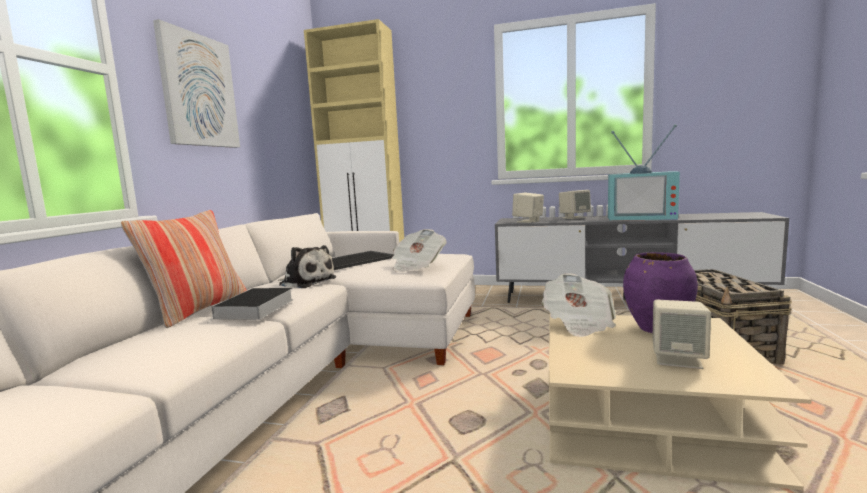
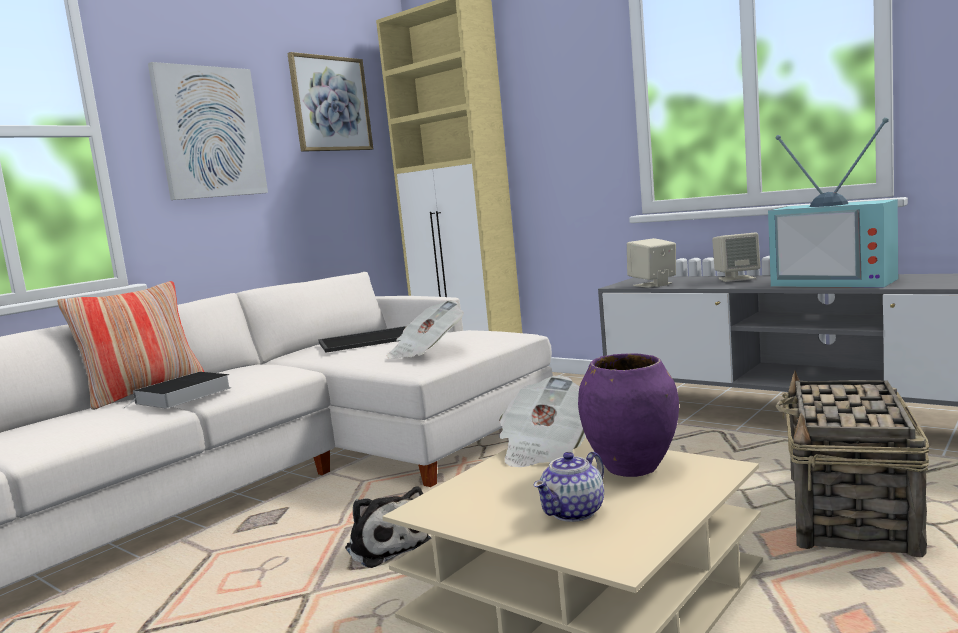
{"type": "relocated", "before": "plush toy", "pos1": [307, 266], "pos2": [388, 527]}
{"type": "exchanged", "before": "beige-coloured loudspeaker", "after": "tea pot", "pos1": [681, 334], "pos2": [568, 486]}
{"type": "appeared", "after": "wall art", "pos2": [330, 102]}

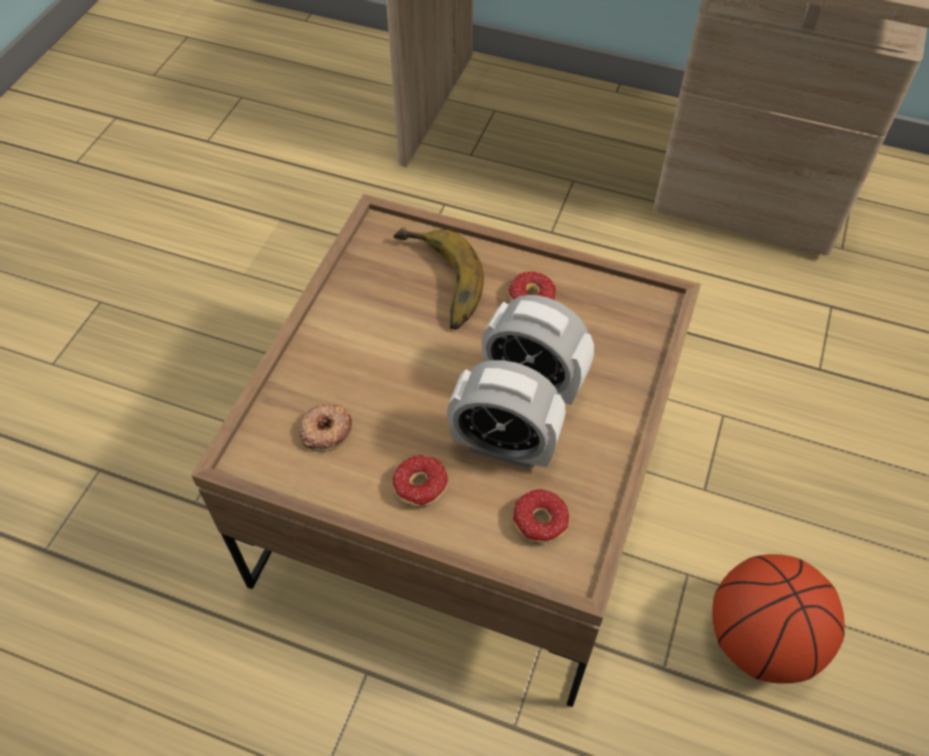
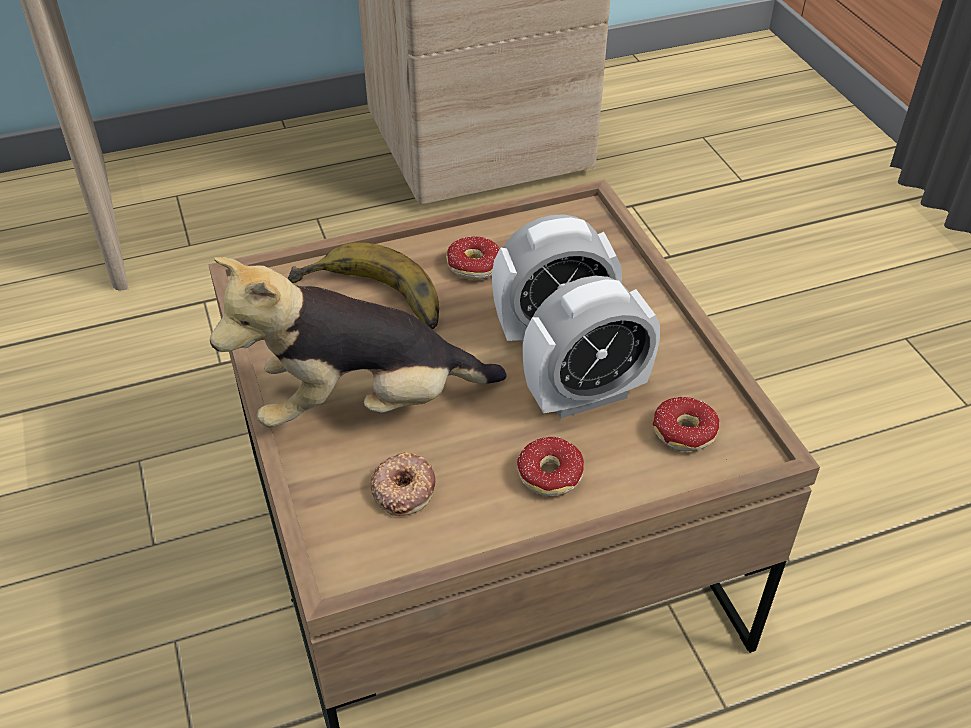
{"type": "missing", "before": "ball for basketball", "pos1": [778, 619]}
{"type": "appeared", "after": "plush toy", "pos2": [358, 342]}

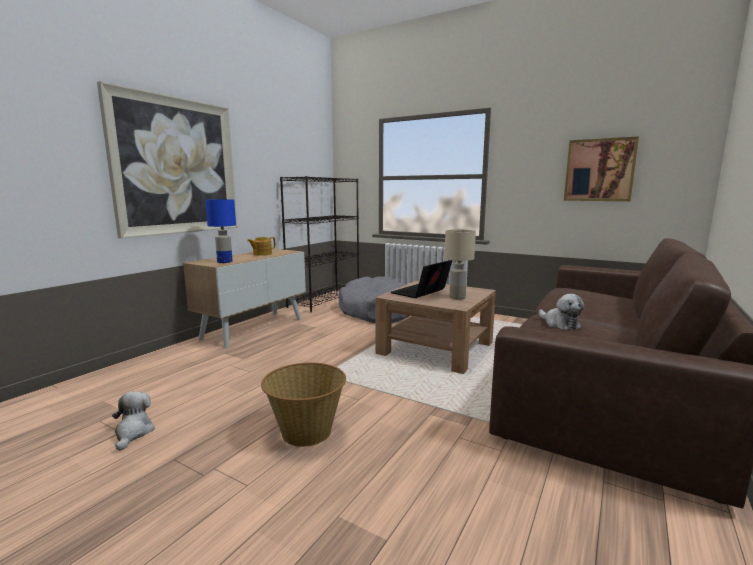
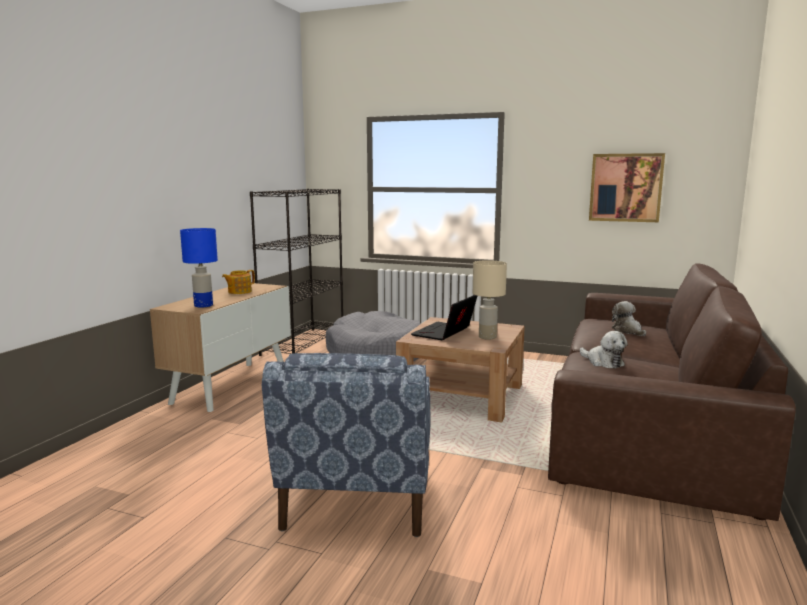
{"type": "missing", "before": "wall art", "pos1": [167, 160]}
{"type": "relocated", "before": "plush toy", "pos1": [133, 421], "pos2": [629, 318]}
{"type": "exchanged", "before": "storage basket", "after": "blue-coloured lounge chair", "pos1": [303, 404], "pos2": [346, 445]}

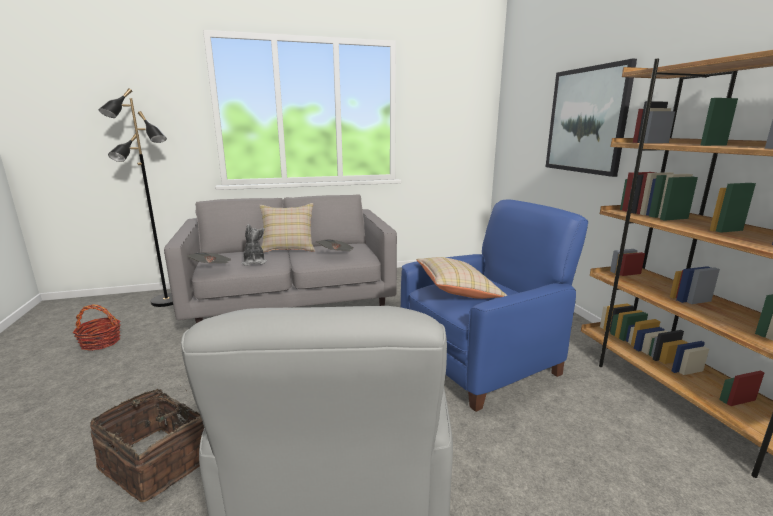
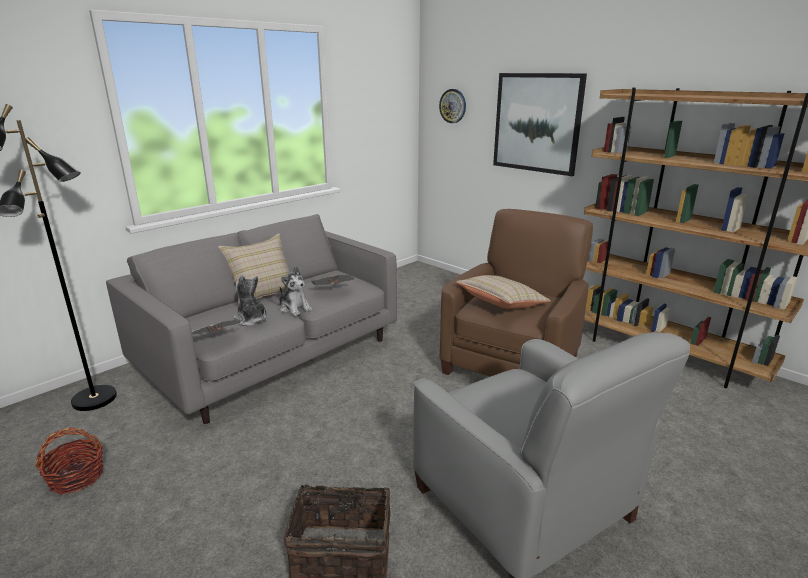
{"type": "colour", "before": "blue-coloured lounge chair", "after": "brownish lounge chair", "pos1": [494, 305], "pos2": [516, 293]}
{"type": "appeared", "after": "plush toy", "pos2": [295, 291]}
{"type": "appeared", "after": "clock on the wall", "pos2": [452, 106]}

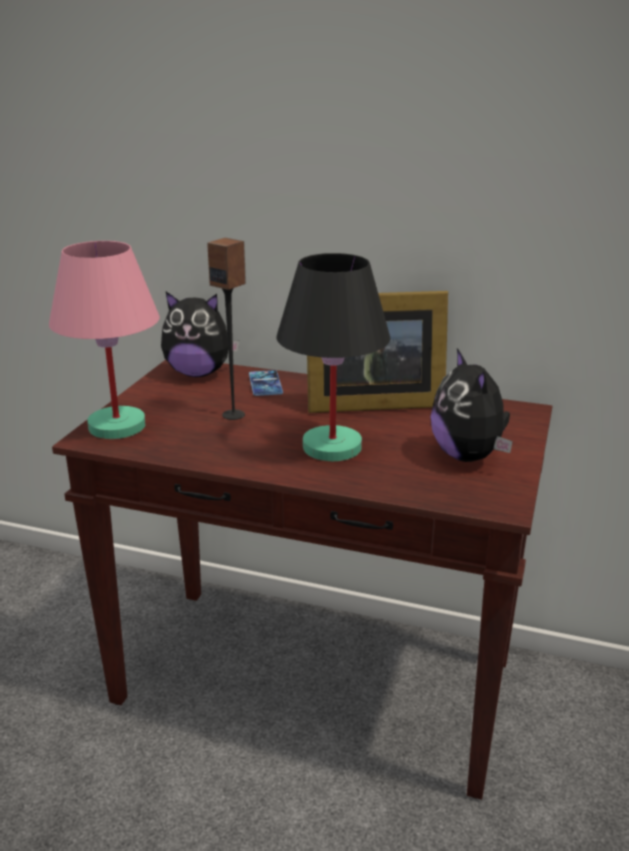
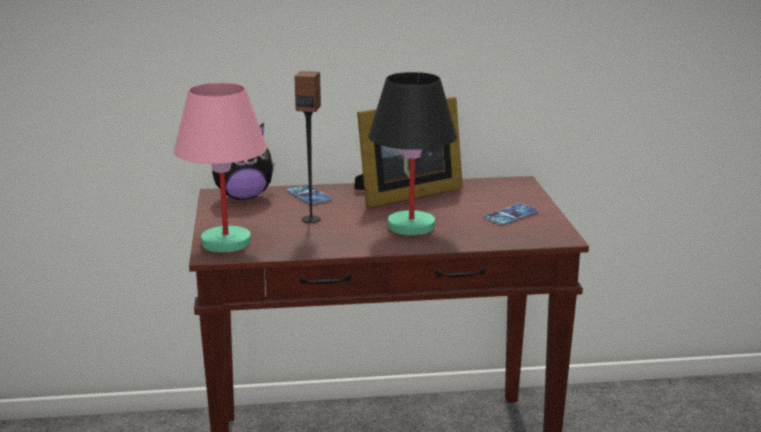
{"type": "exchanged", "before": "plush toy", "after": "telephone", "pos1": [472, 405], "pos2": [511, 214]}

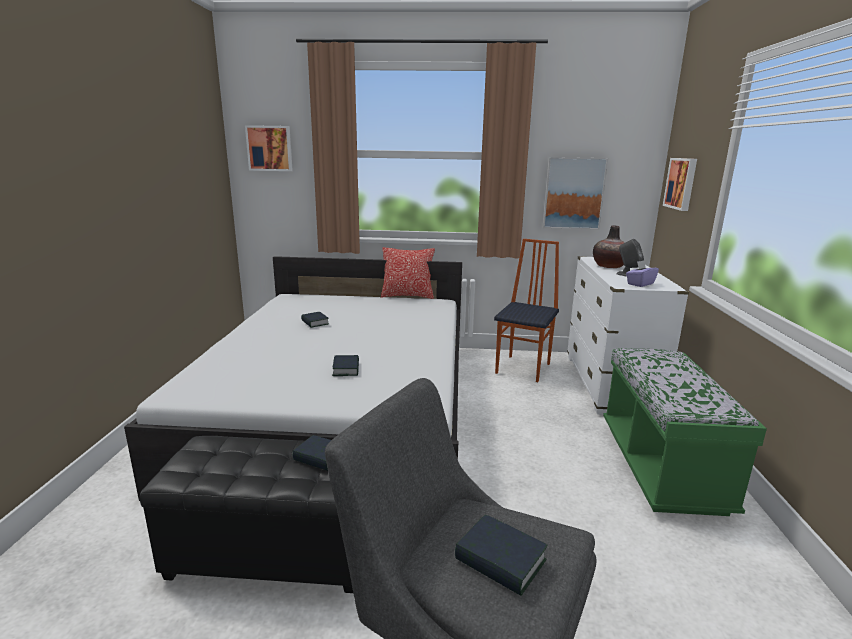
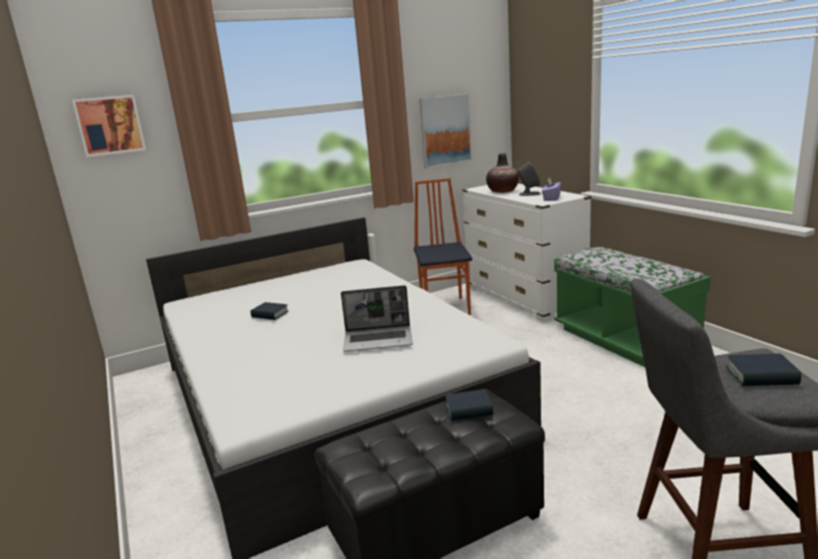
{"type": "exchanged", "before": "volume", "after": "laptop", "pos1": [345, 365], "pos2": [377, 318]}
{"type": "missing", "before": "cushion", "pos1": [408, 273]}
{"type": "missing", "before": "wall art", "pos1": [680, 184]}

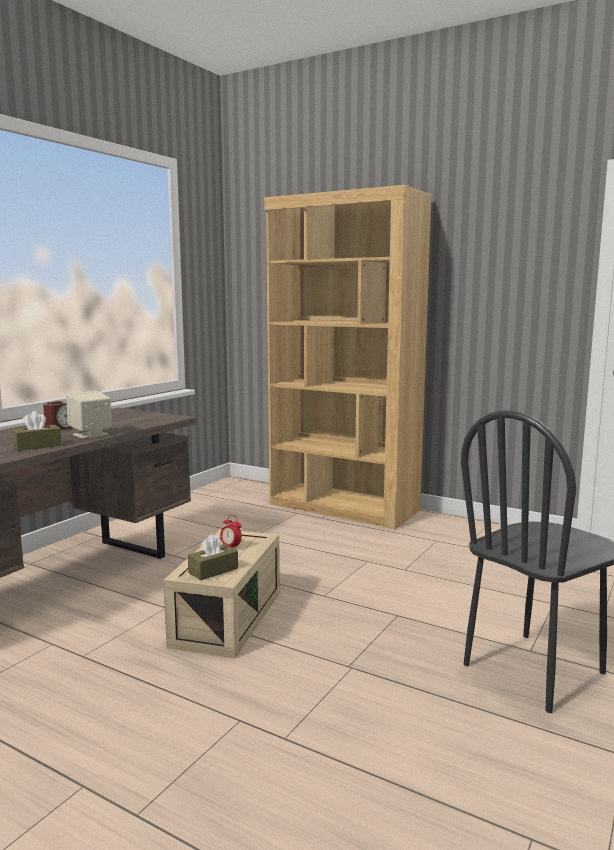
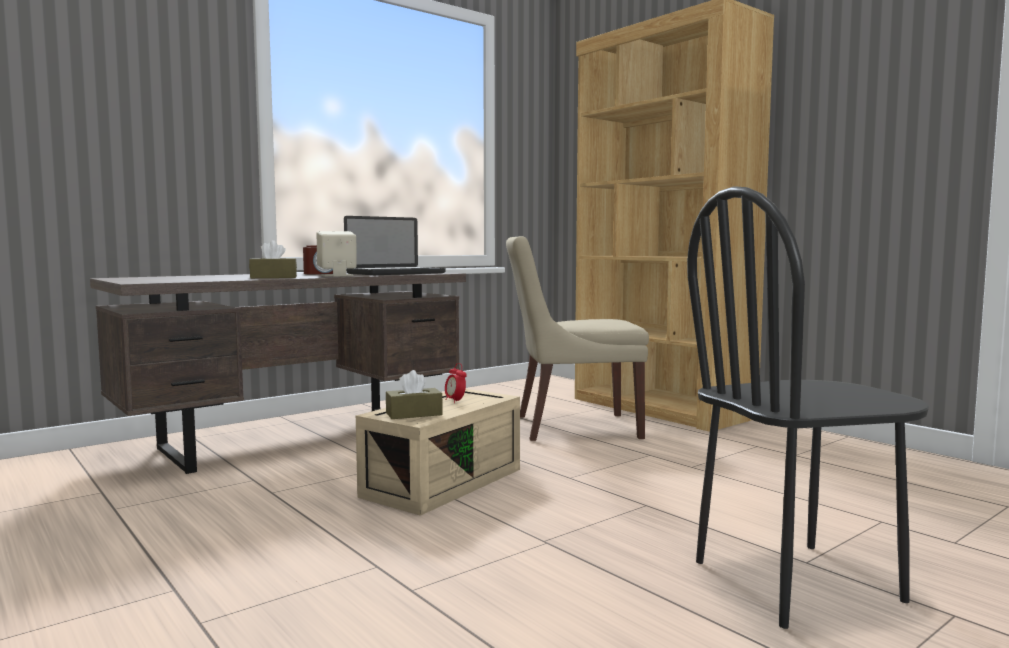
{"type": "appeared", "after": "laptop", "pos2": [395, 245]}
{"type": "appeared", "after": "beige-coloured plain chair", "pos2": [577, 338]}

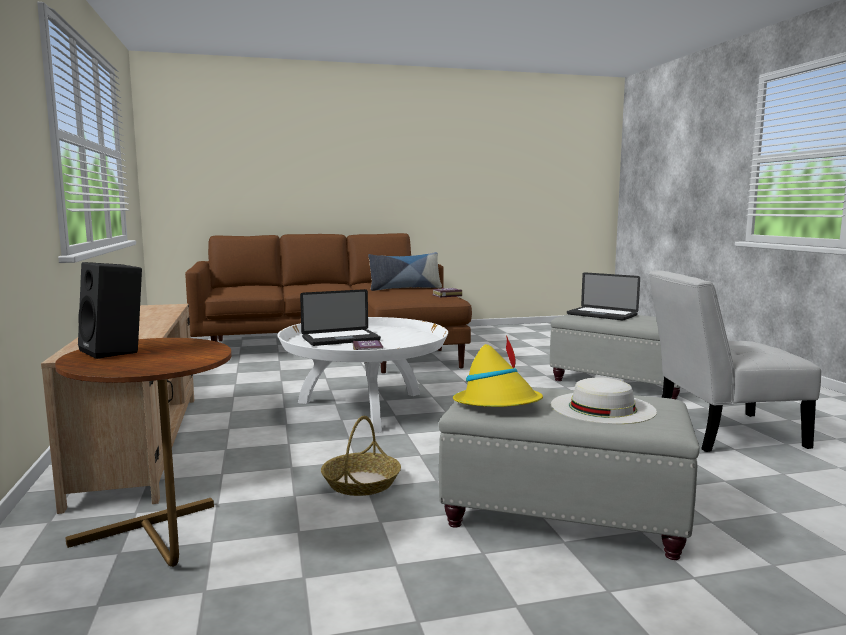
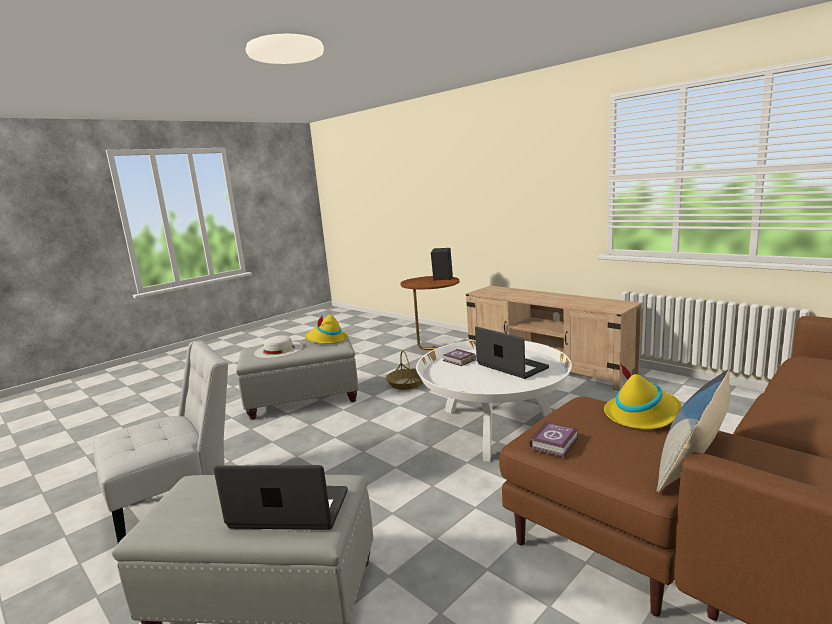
{"type": "spun", "before": "laptop", "pos1": [340, 317], "pos2": [512, 353], "turn": 105}
{"type": "appeared", "after": "yellow wearable hat", "pos2": [642, 396]}

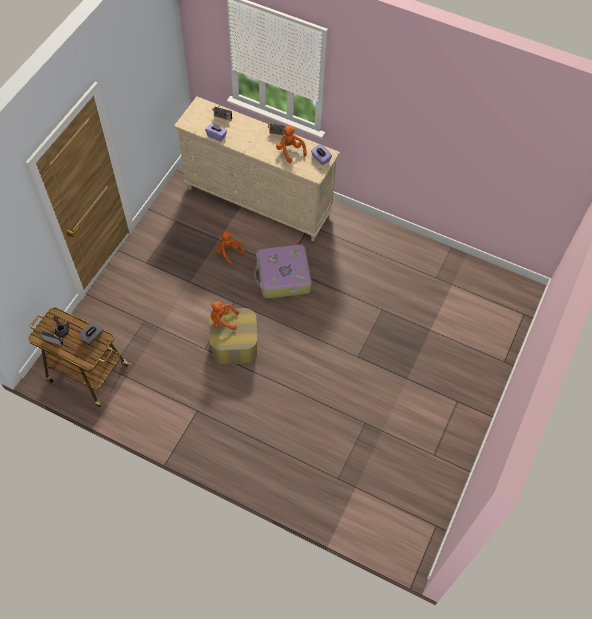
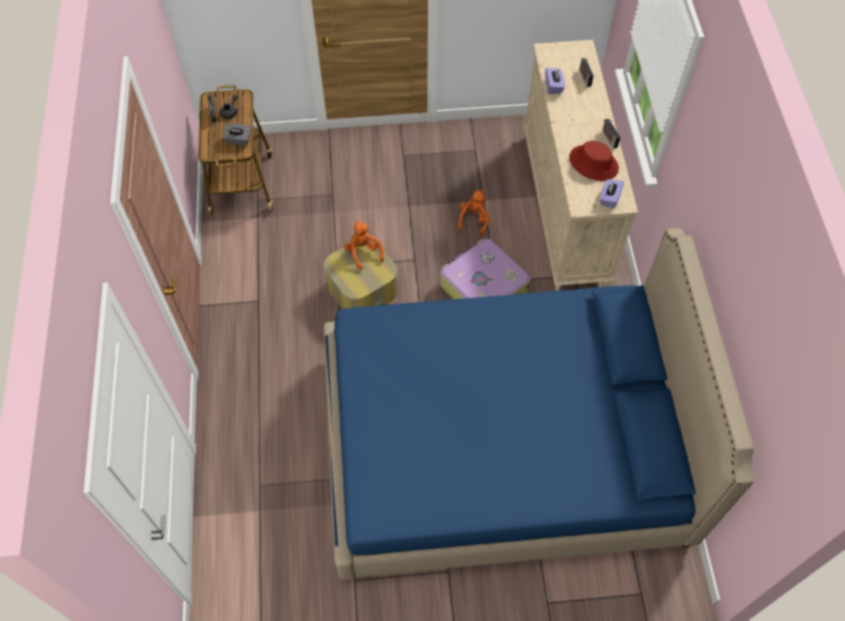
{"type": "exchanged", "before": "orangey plush toy", "after": "reddish wearable hat", "pos1": [291, 144], "pos2": [594, 161]}
{"type": "appeared", "after": "blue-coloured bedroom bed", "pos2": [538, 404]}

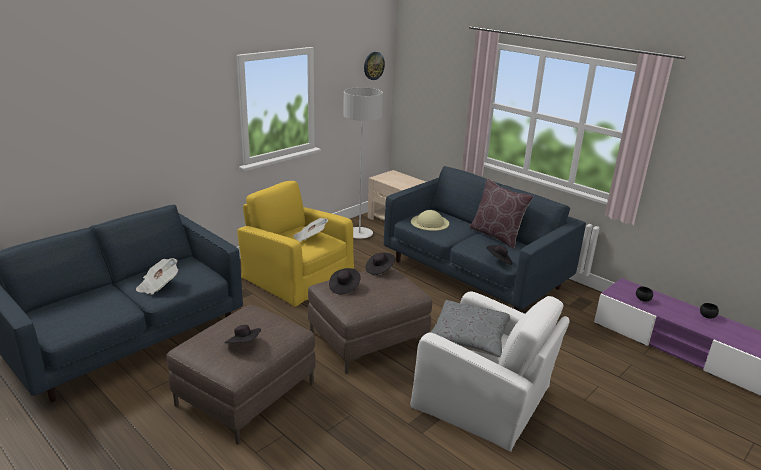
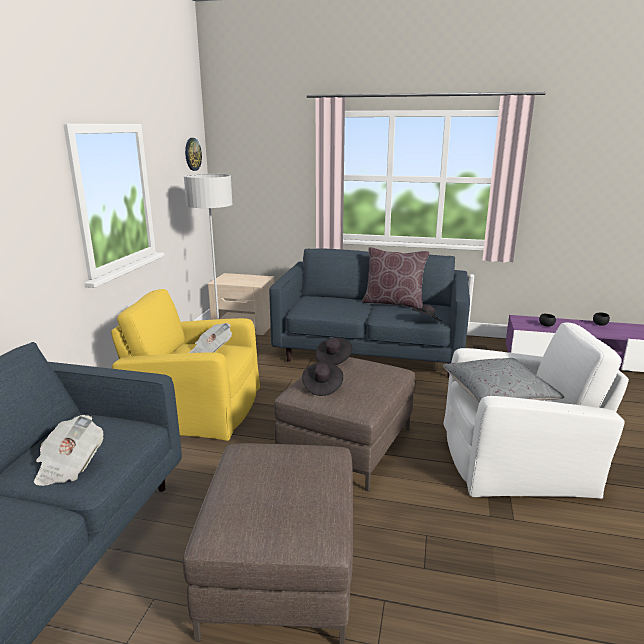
{"type": "missing", "before": "black-coloured wearable hat", "pos1": [242, 334]}
{"type": "missing", "before": "beige-coloured wearable hat", "pos1": [430, 220]}

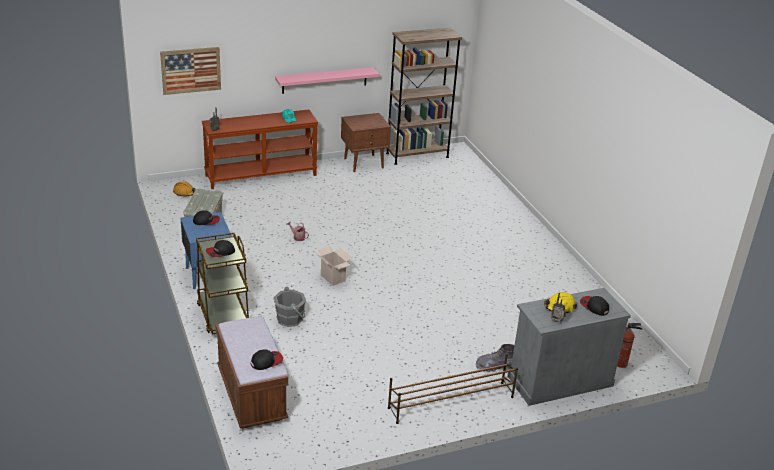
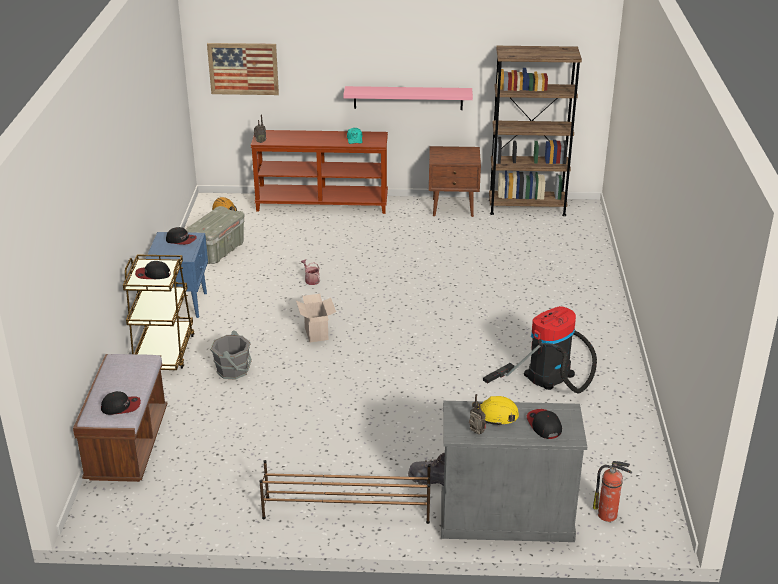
{"type": "appeared", "after": "vacuum cleaner", "pos2": [540, 349]}

